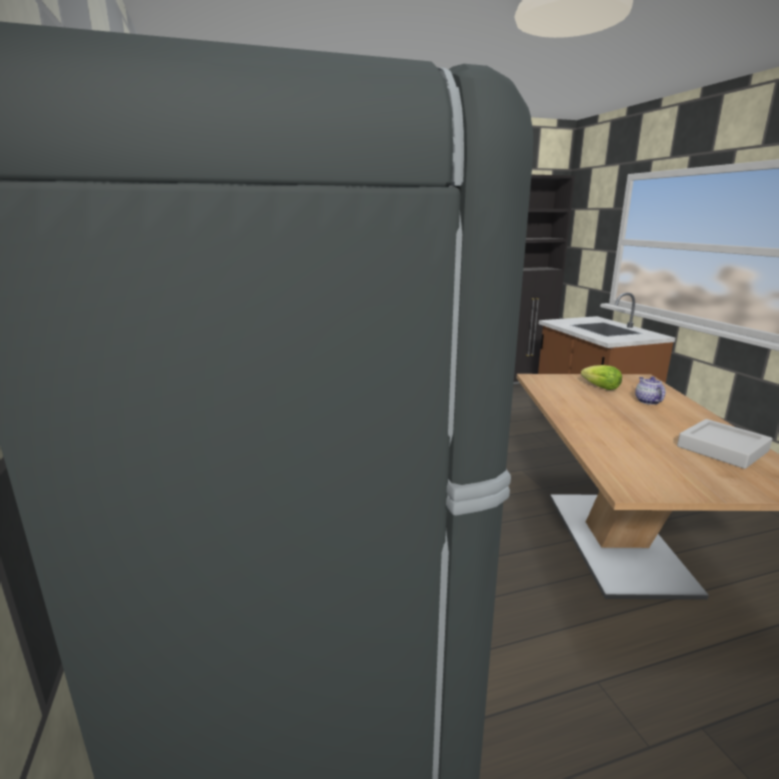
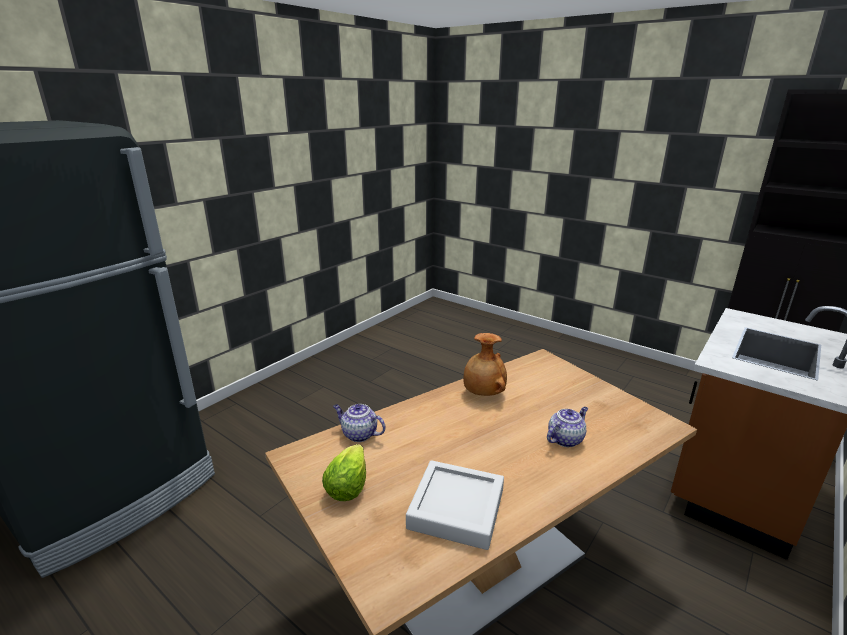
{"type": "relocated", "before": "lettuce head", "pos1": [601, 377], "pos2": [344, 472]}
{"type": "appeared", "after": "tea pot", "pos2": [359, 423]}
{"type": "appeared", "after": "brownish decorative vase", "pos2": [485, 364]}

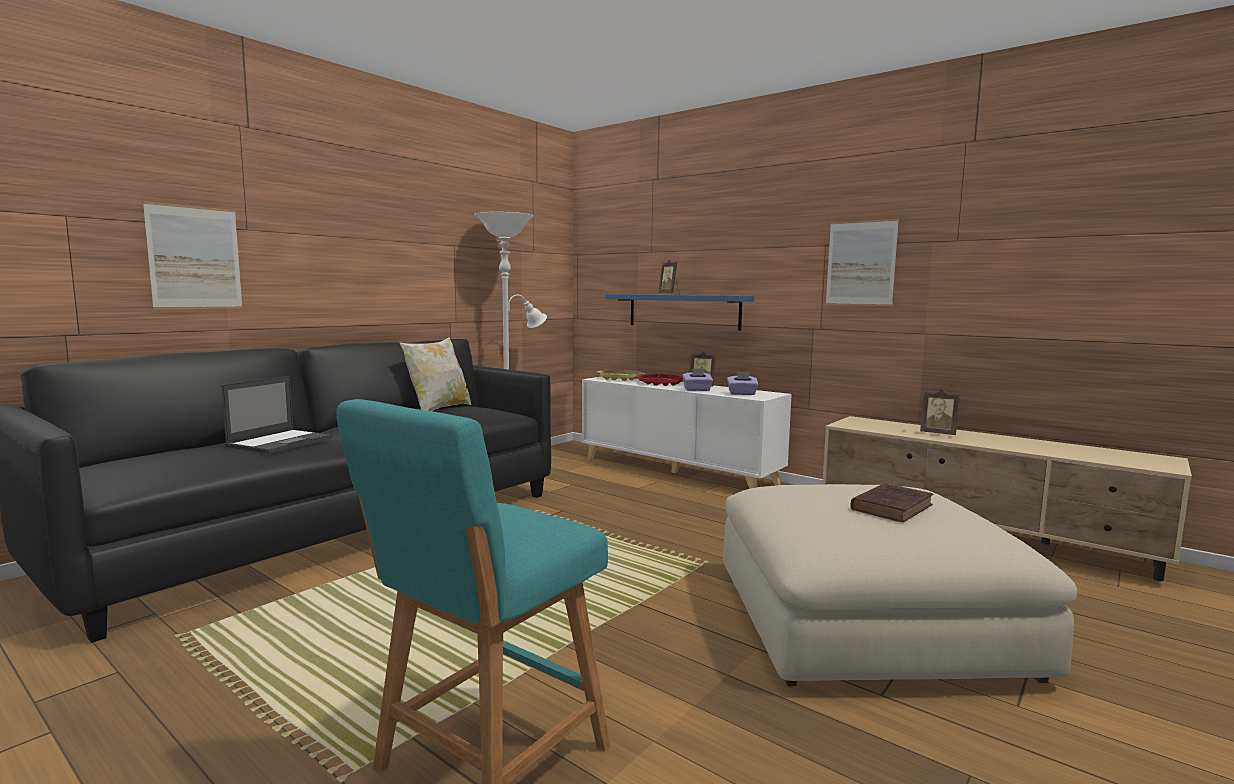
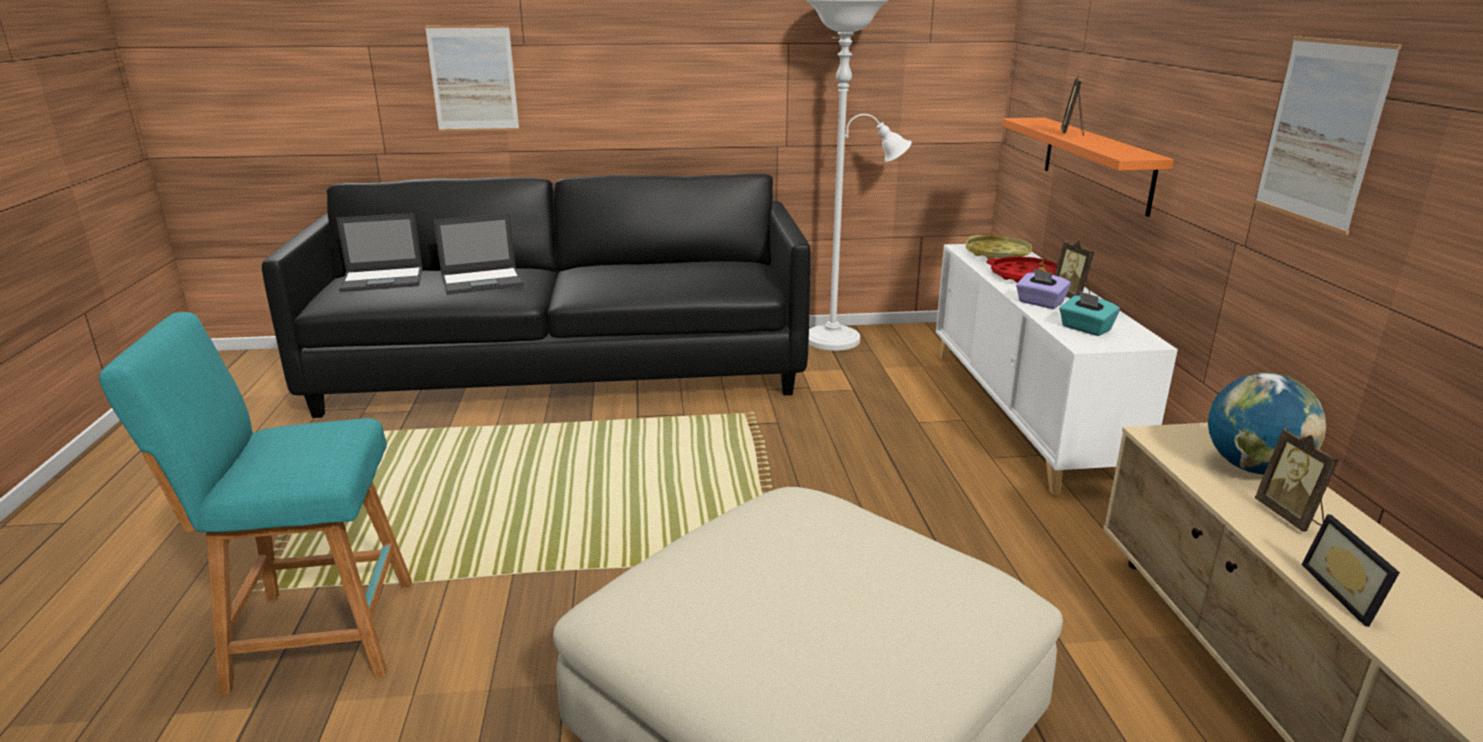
{"type": "missing", "before": "cushion", "pos1": [435, 374]}
{"type": "colour", "before": "blue-coloured bracket shelf", "after": "orangey bracket shelf", "pos1": [679, 312], "pos2": [1088, 167]}
{"type": "colour", "before": "purple-coloured tissue holder", "after": "turquoise tissue holder", "pos1": [743, 383], "pos2": [1089, 313]}
{"type": "missing", "before": "brownish volume", "pos1": [892, 503]}
{"type": "appeared", "after": "laptop", "pos2": [379, 252]}
{"type": "appeared", "after": "globe", "pos2": [1267, 423]}
{"type": "appeared", "after": "picture frame", "pos2": [1350, 570]}

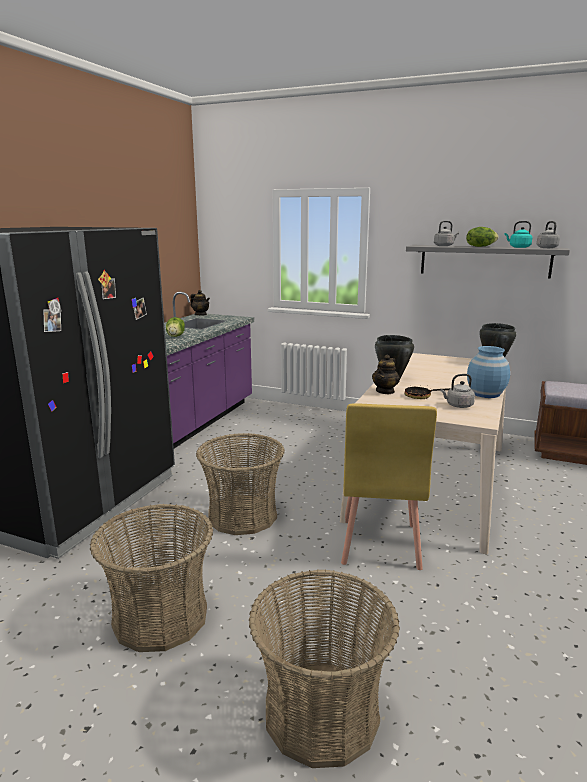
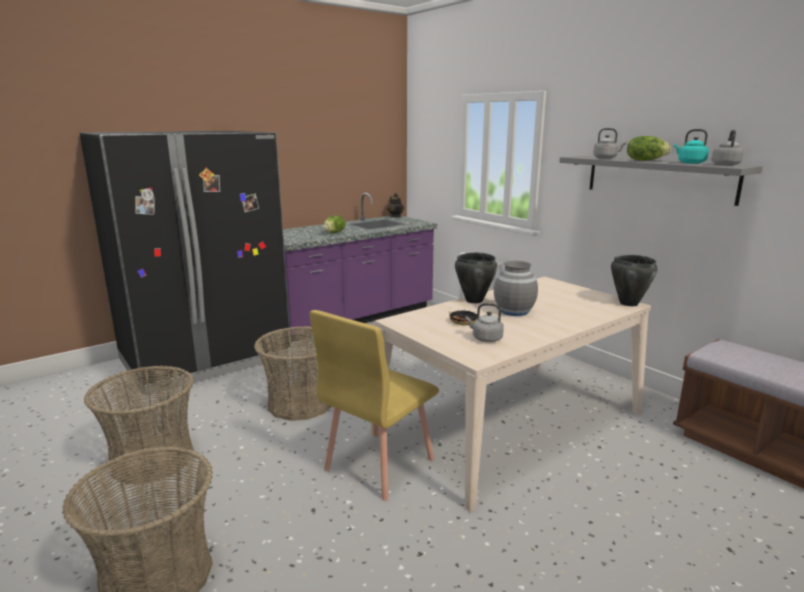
{"type": "missing", "before": "tea pot", "pos1": [386, 374]}
{"type": "missing", "before": "blue-coloured decorative vase", "pos1": [488, 372]}
{"type": "appeared", "after": "gray decorative vase", "pos2": [516, 288]}

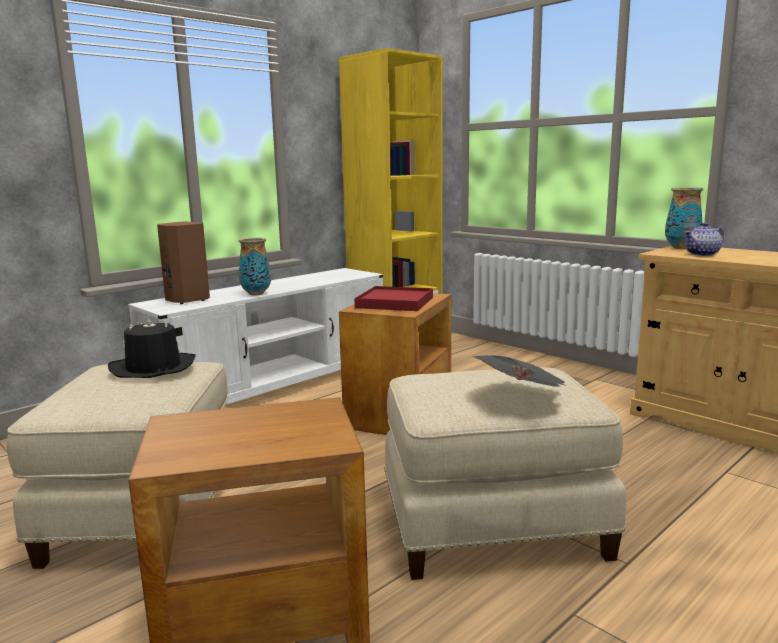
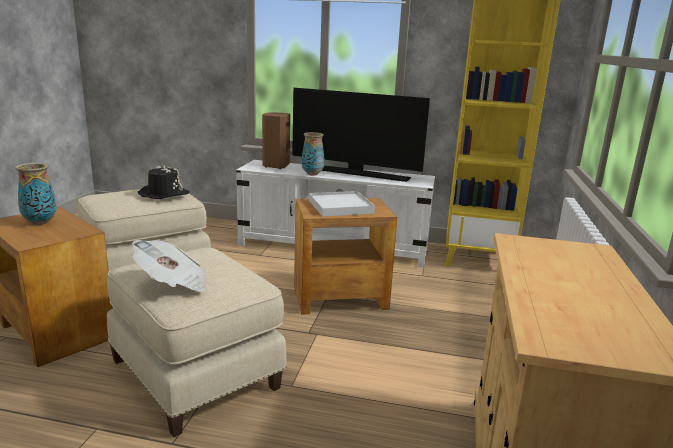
{"type": "colour", "before": "reddish carrying tray", "after": "white carrying tray", "pos1": [393, 298], "pos2": [342, 204]}
{"type": "relocated", "before": "decorative vase", "pos1": [684, 218], "pos2": [36, 194]}
{"type": "missing", "before": "tea pot", "pos1": [704, 239]}
{"type": "appeared", "after": "TV set", "pos2": [361, 135]}

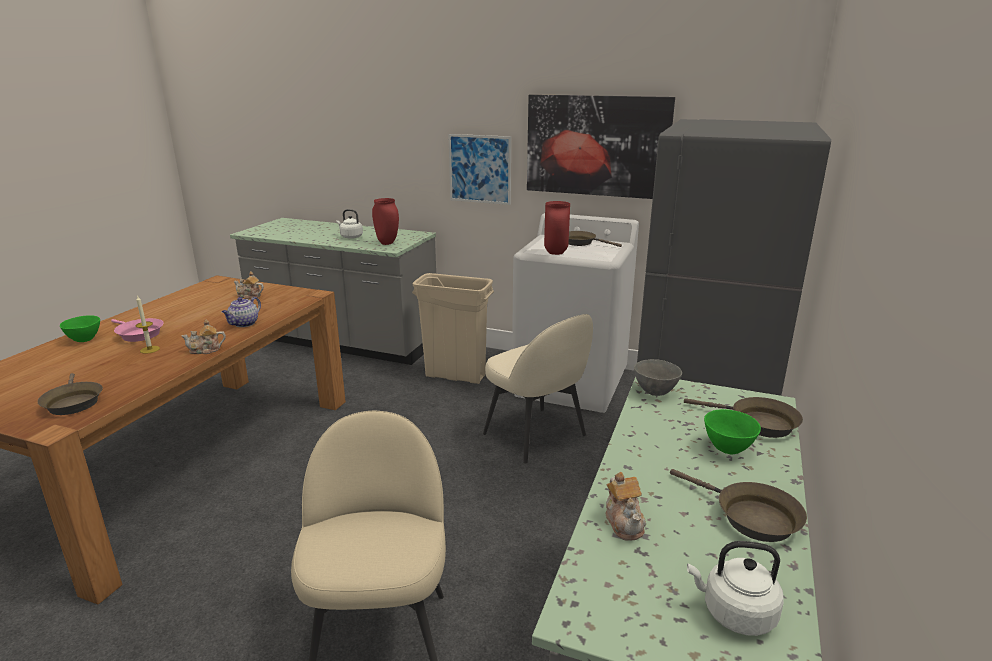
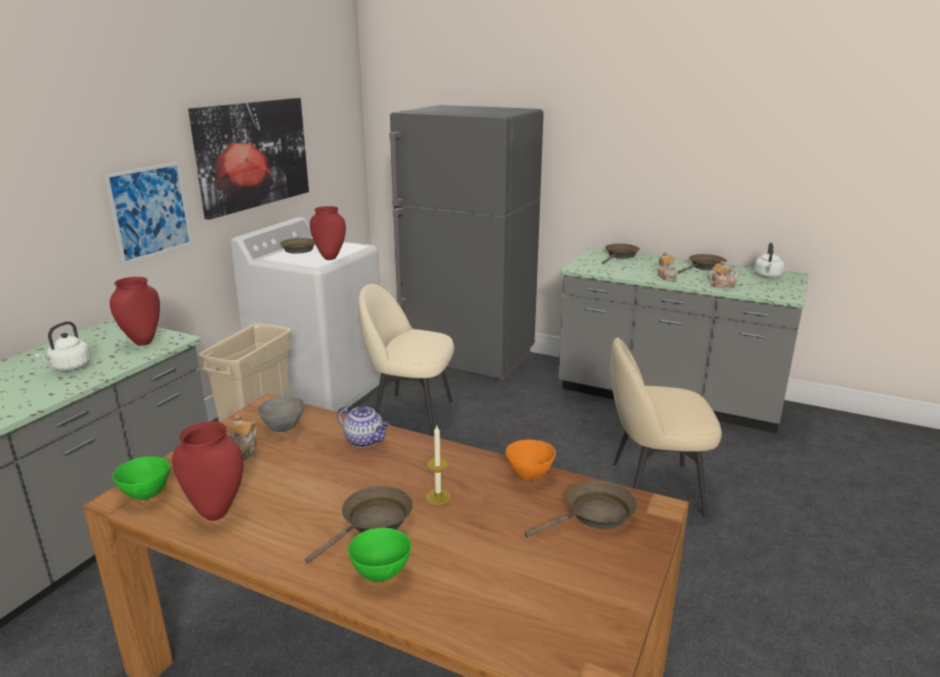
{"type": "colour", "before": "pink-coloured frying pan", "after": "brownish frying pan", "pos1": [137, 330], "pos2": [359, 524]}
{"type": "relocated", "before": "tea pot", "pos1": [203, 337], "pos2": [667, 266]}
{"type": "spun", "before": "beige-coloured plain chair", "pos1": [538, 389], "pos2": [406, 360], "turn": -135}
{"type": "relocated", "before": "gray serving bowl", "pos1": [658, 377], "pos2": [281, 414]}
{"type": "relocated", "before": "green-coloured serving bowl", "pos1": [732, 431], "pos2": [141, 478]}
{"type": "appeared", "after": "reddish decorative vase", "pos2": [207, 471]}
{"type": "appeared", "after": "orangey serving bowl", "pos2": [530, 460]}

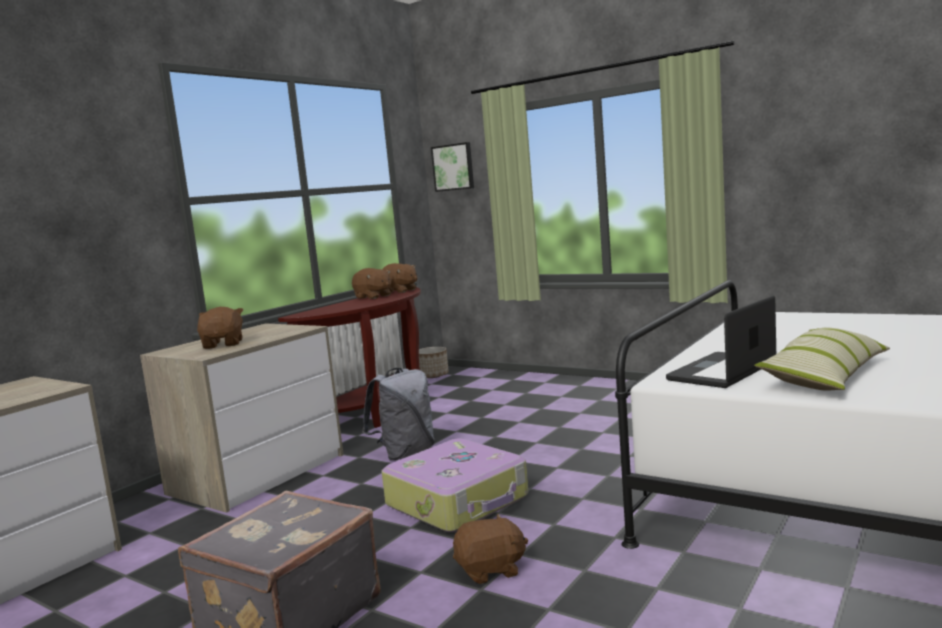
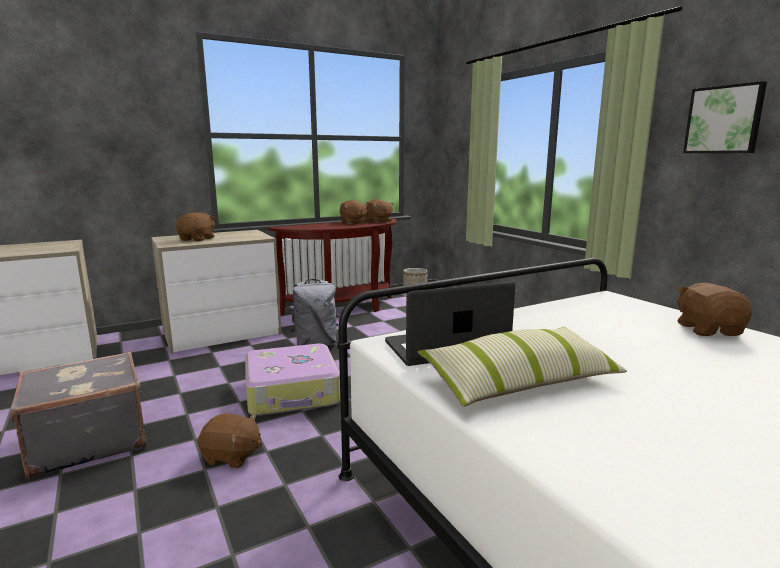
{"type": "relocated", "before": "wall art", "pos1": [452, 167], "pos2": [725, 117]}
{"type": "appeared", "after": "brownish plush toy", "pos2": [714, 309]}

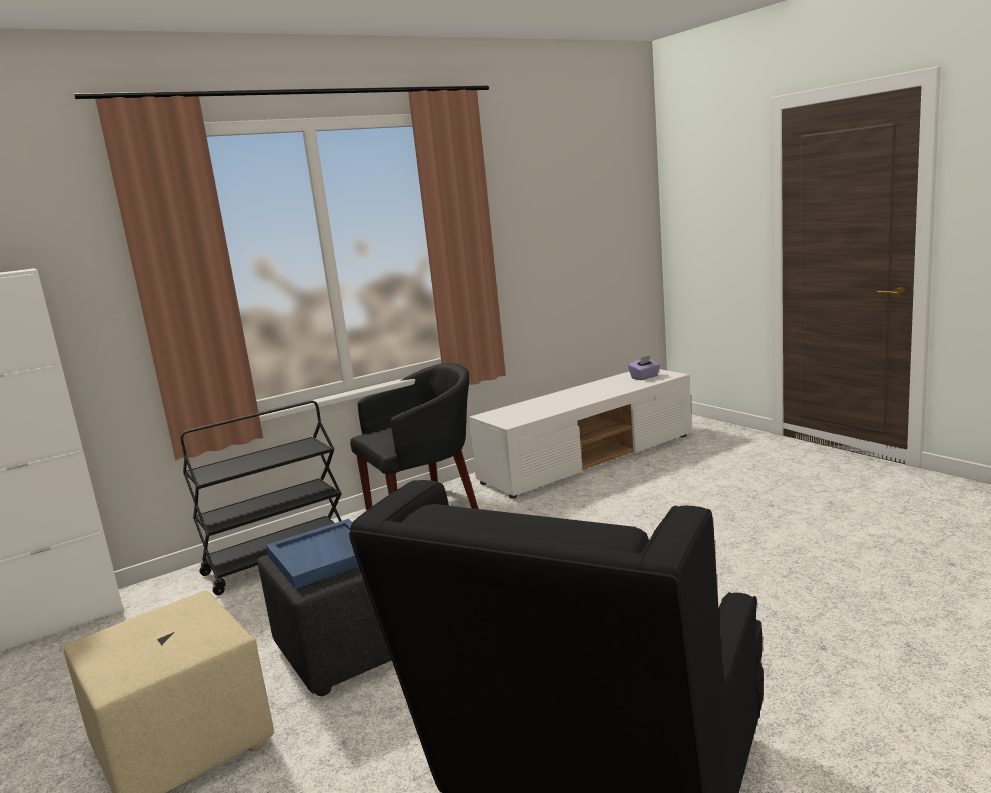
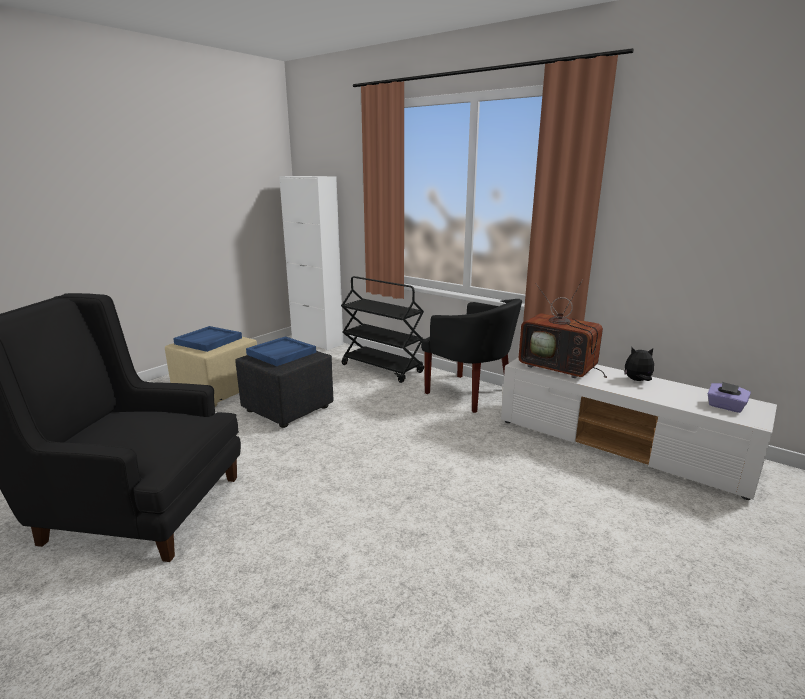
{"type": "appeared", "after": "blue-coloured carrying tray", "pos2": [207, 339]}
{"type": "appeared", "after": "TV set", "pos2": [563, 329]}
{"type": "appeared", "after": "plush toy", "pos2": [639, 364]}

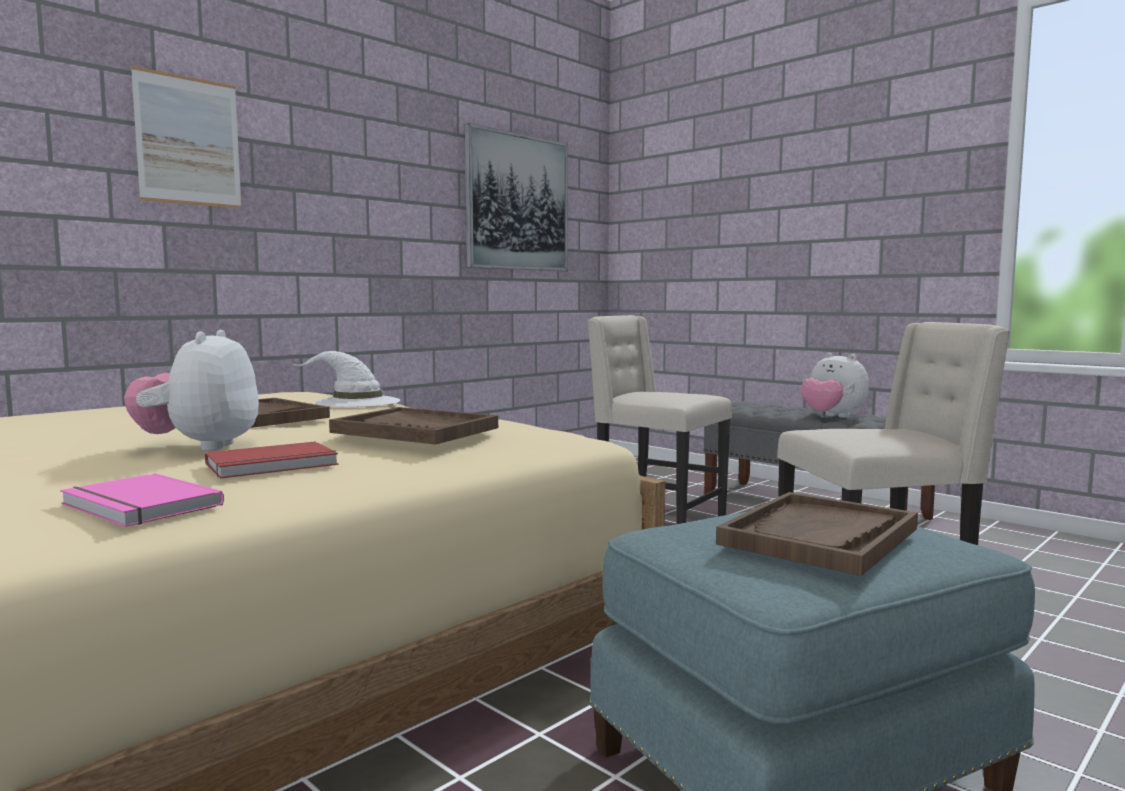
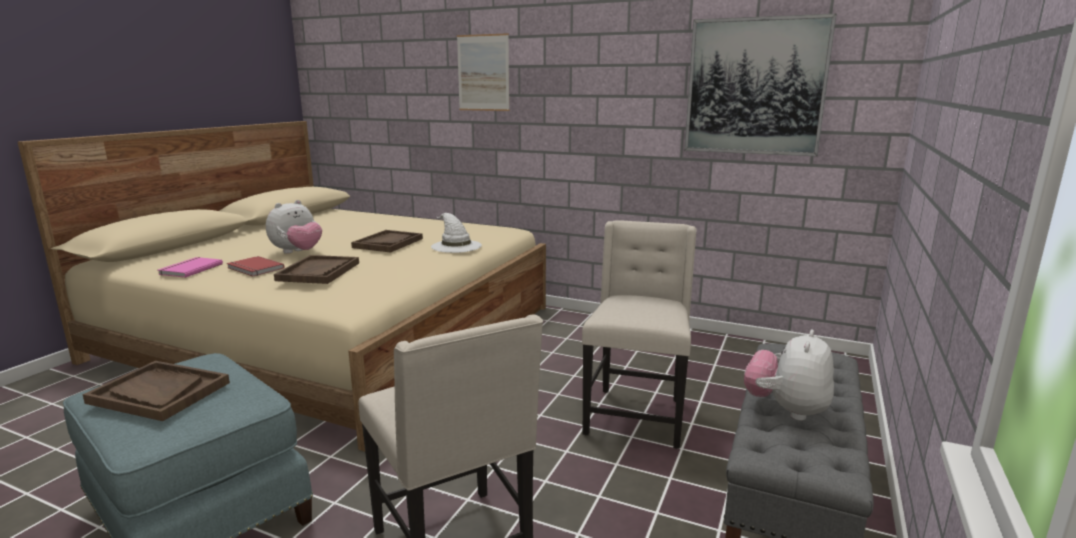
{"type": "spun", "before": "plush toy", "pos1": [191, 390], "pos2": [294, 227], "turn": 150}

